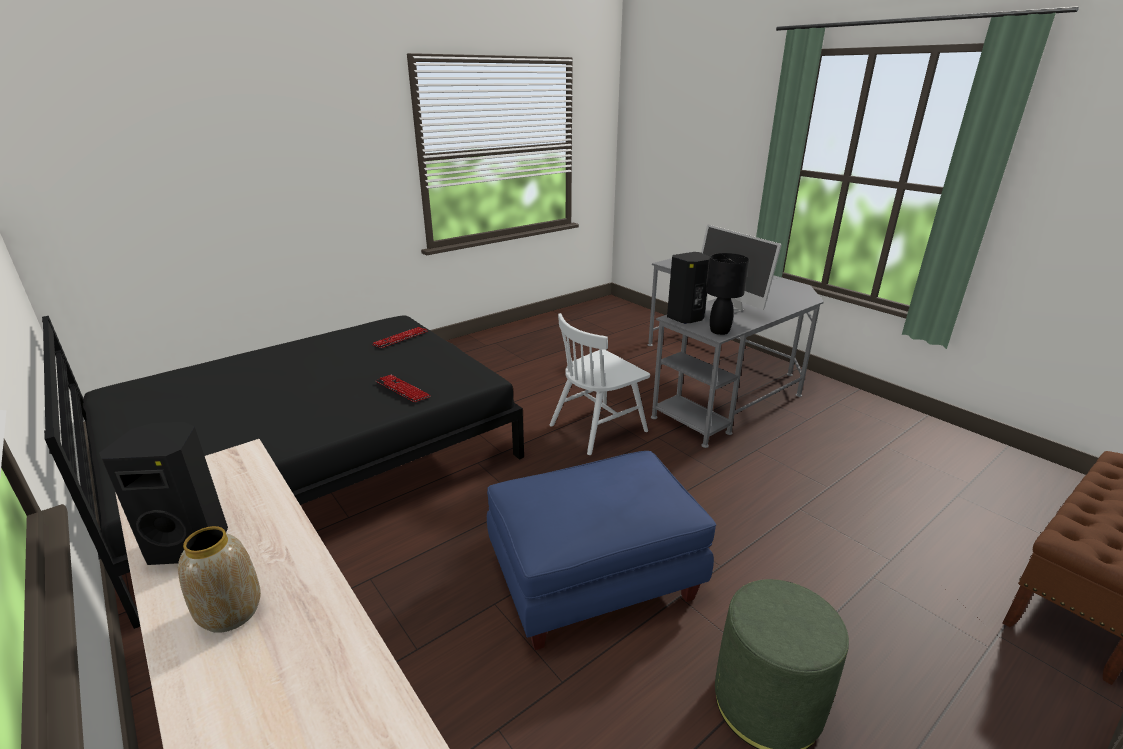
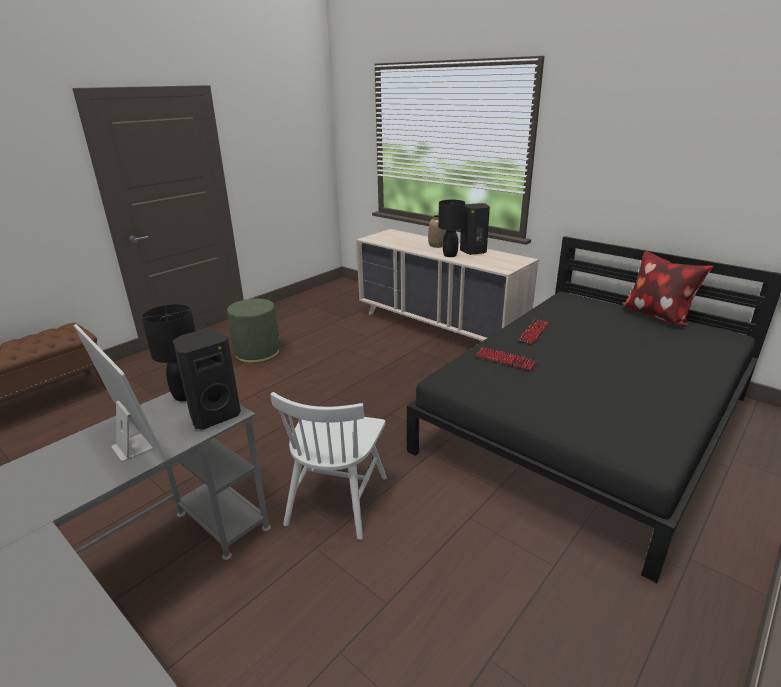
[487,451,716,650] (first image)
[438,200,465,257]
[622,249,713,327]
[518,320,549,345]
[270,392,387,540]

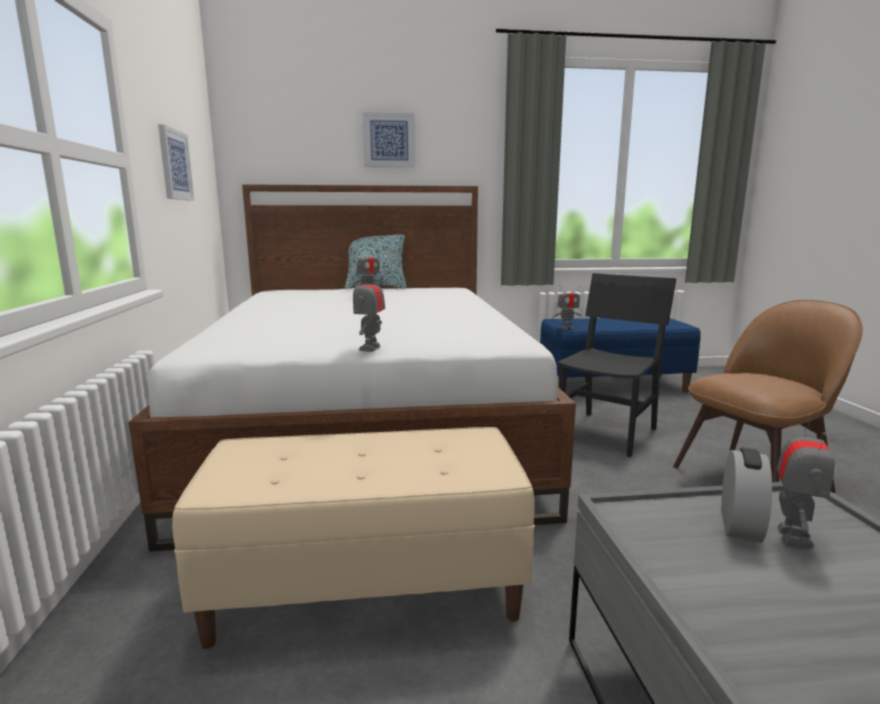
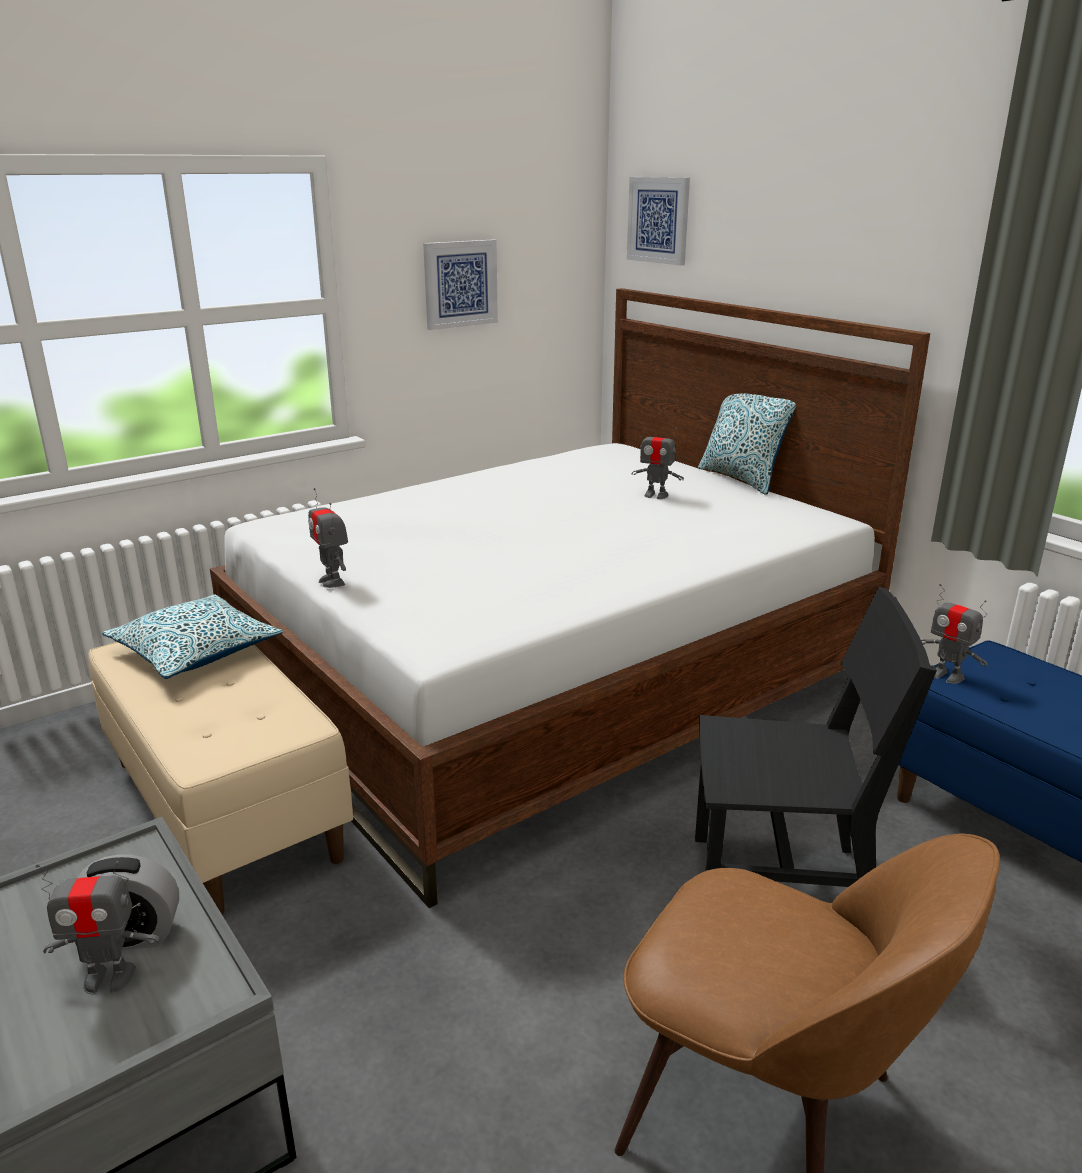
[102,594,283,679]
[627,177,690,266]
[308,488,348,588]

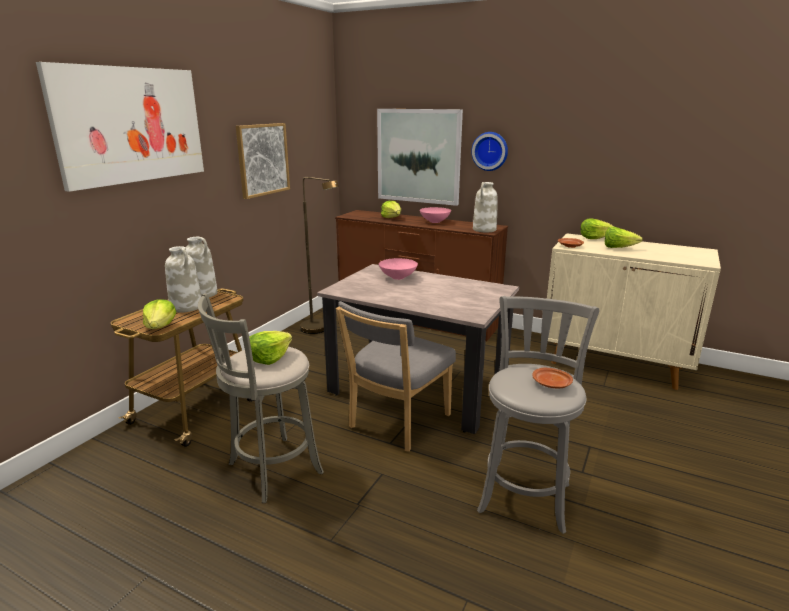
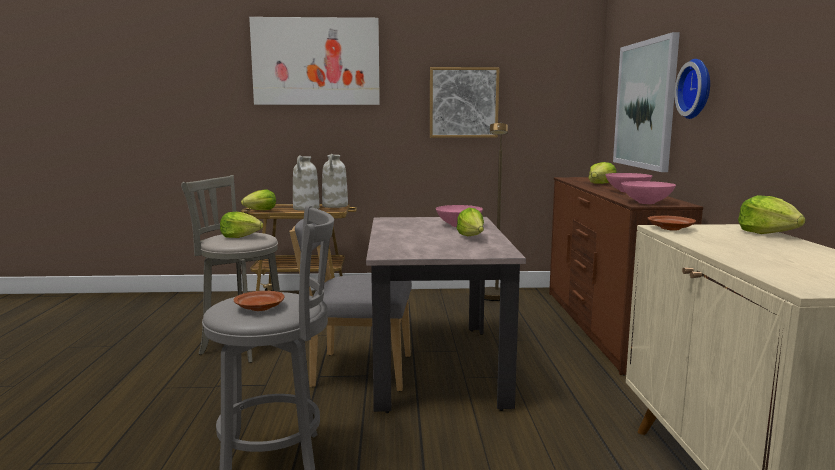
[457,208,484,236]
[621,181,676,204]

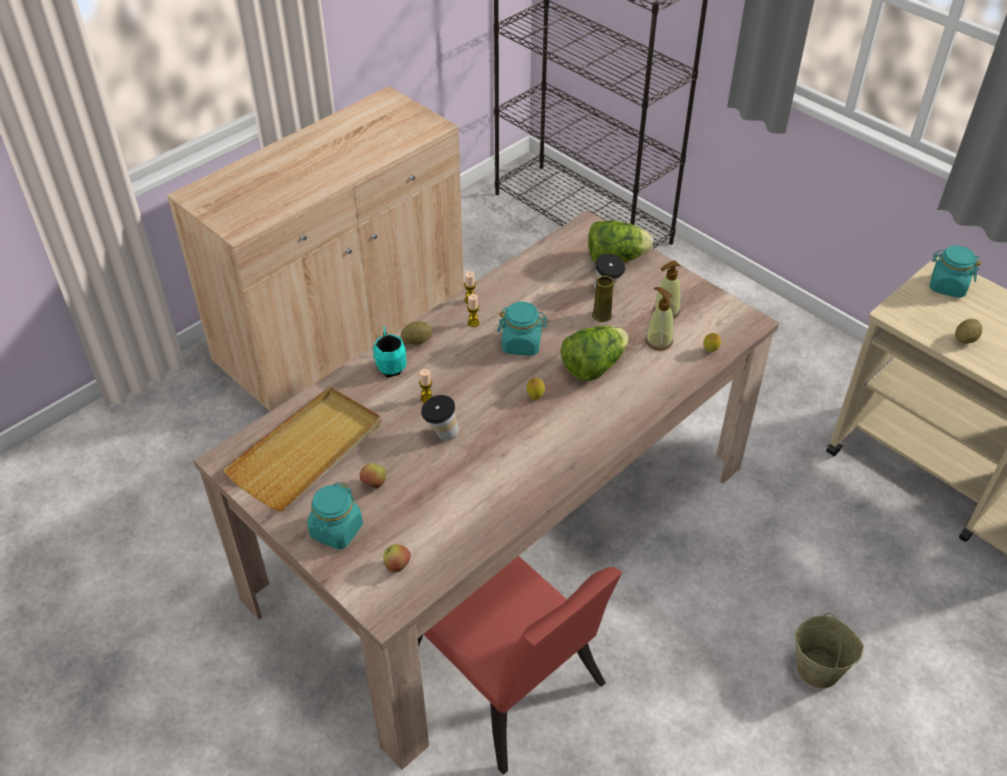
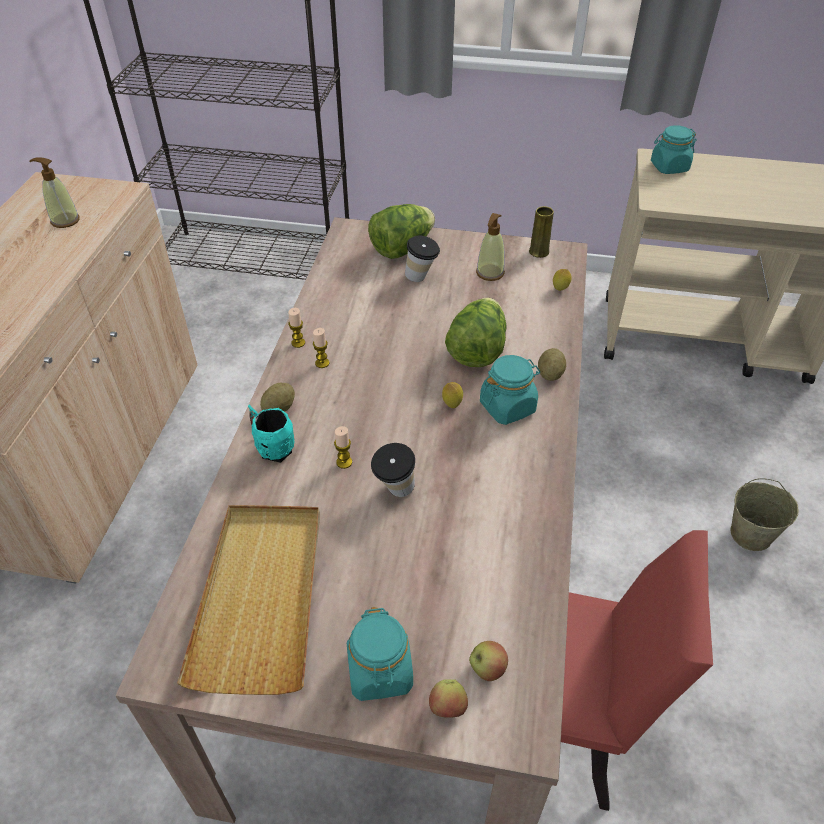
[429,679,468,718]
[480,355,540,425]
[529,206,554,258]
[30,157,80,228]
[538,348,566,381]

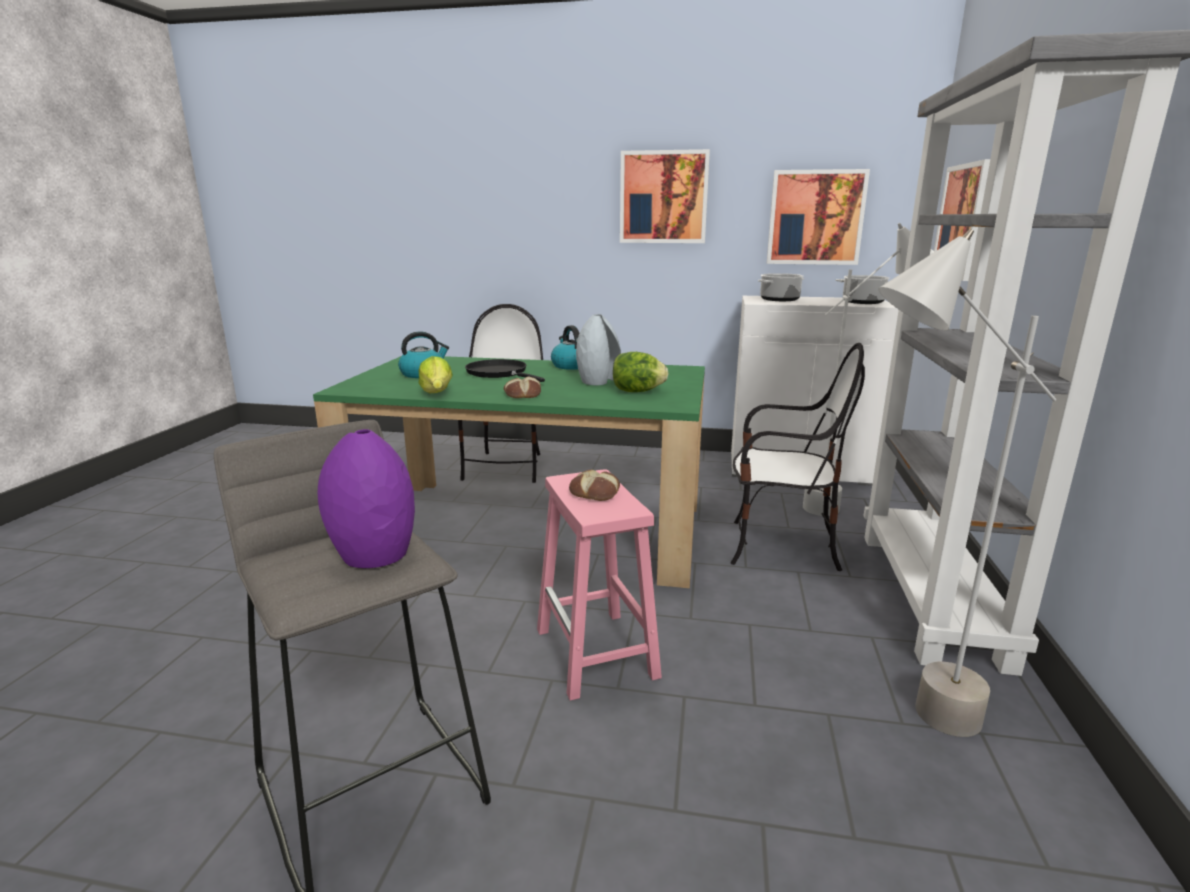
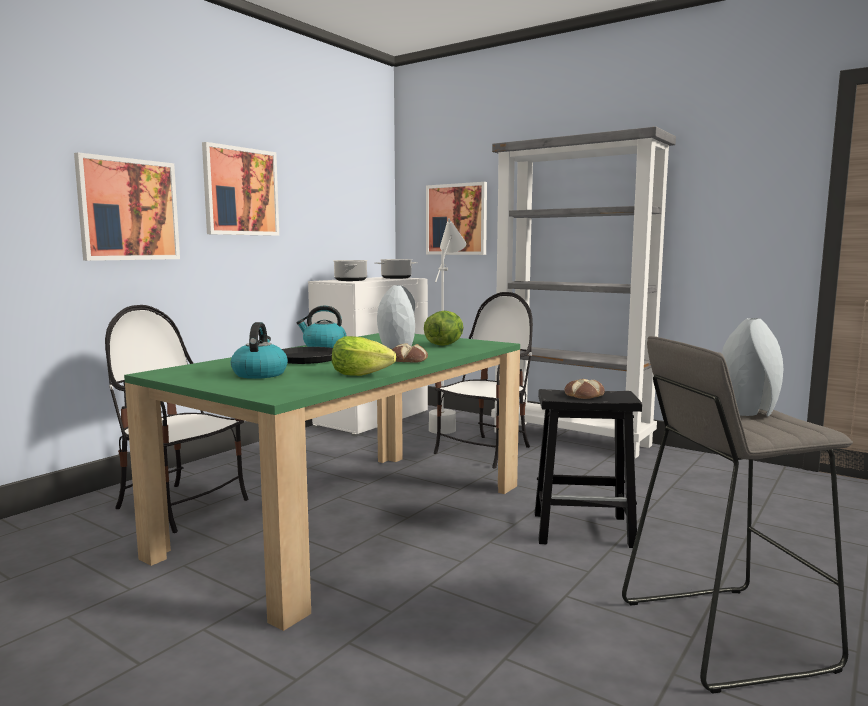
[879,229,1056,737] (first image)
[74,152,180,261]
[722,318,783,416]
[535,389,642,548]

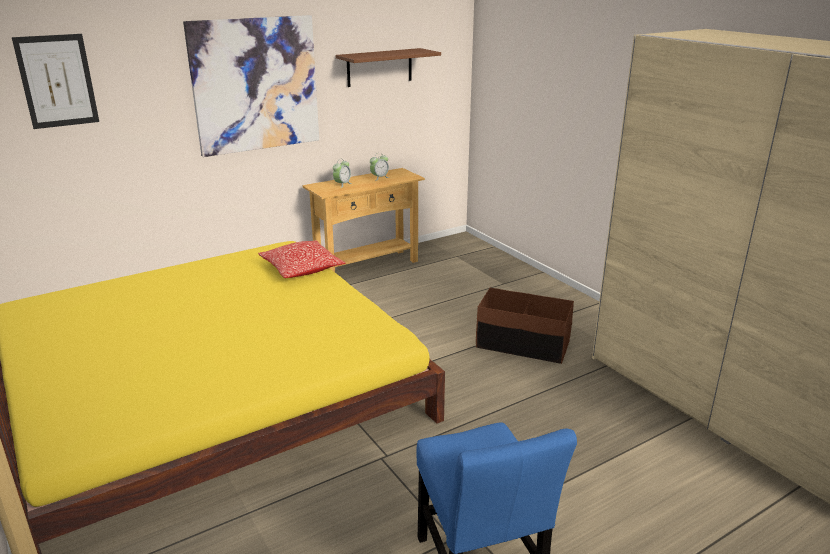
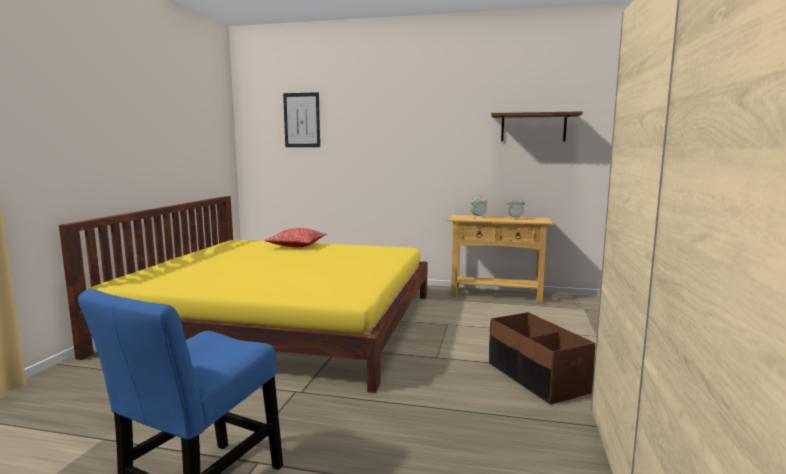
[183,15,319,157] (first image)
[265,228,327,247]

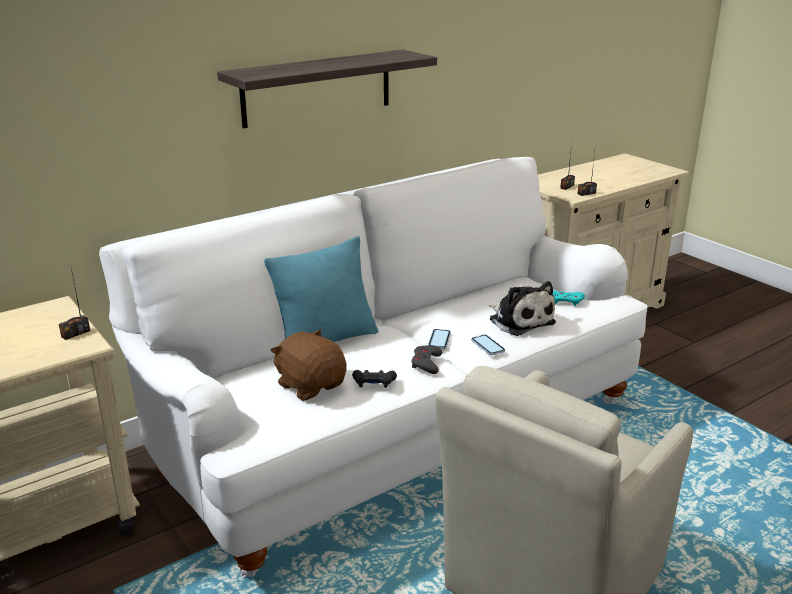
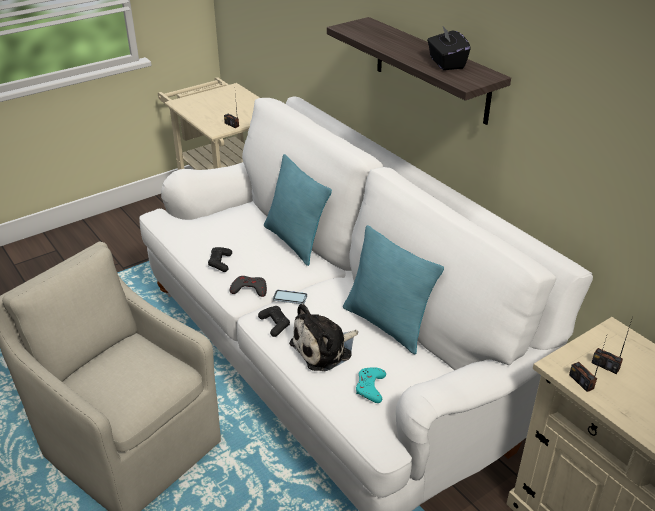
[270,329,347,401] (first image)
[343,225,444,354]
[427,26,471,70]
[258,306,290,337]

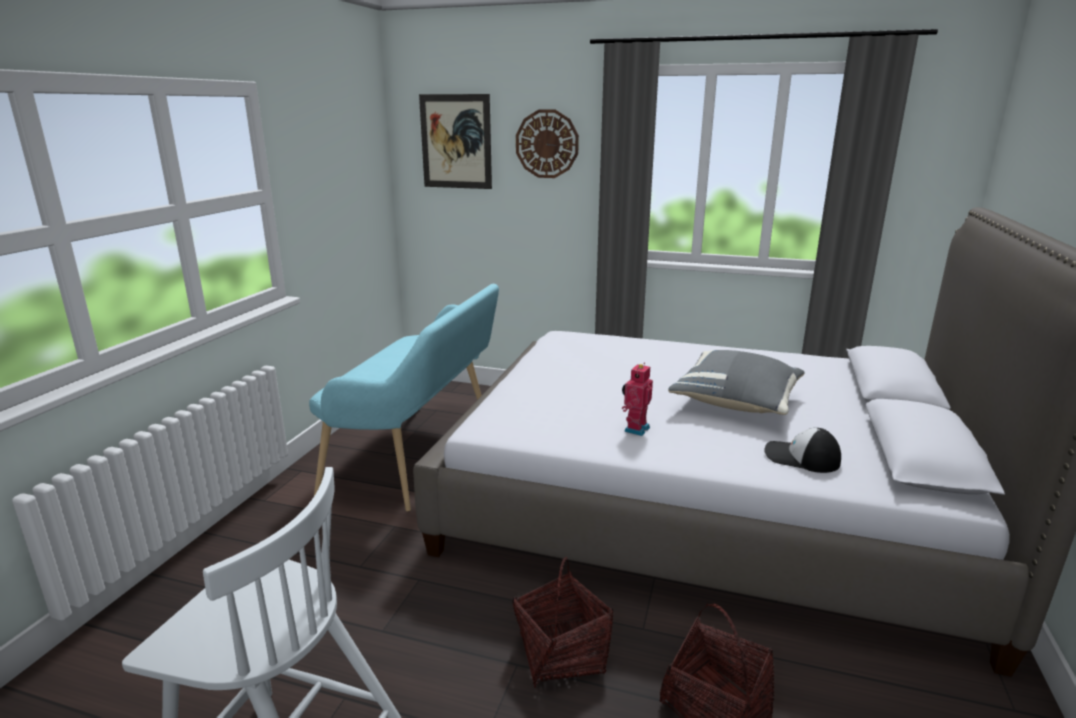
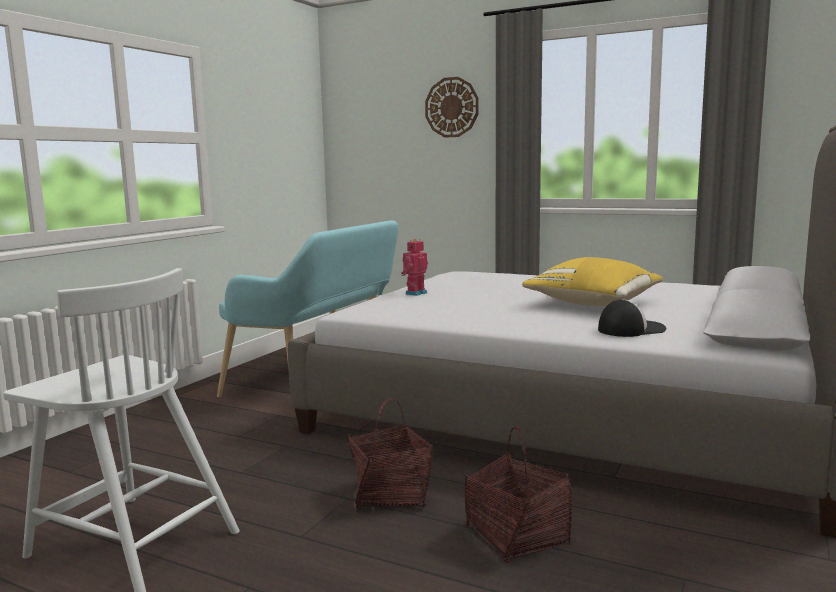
[419,94,492,189] (first image)
[401,239,428,296]
[522,257,663,306]
[598,299,666,337]

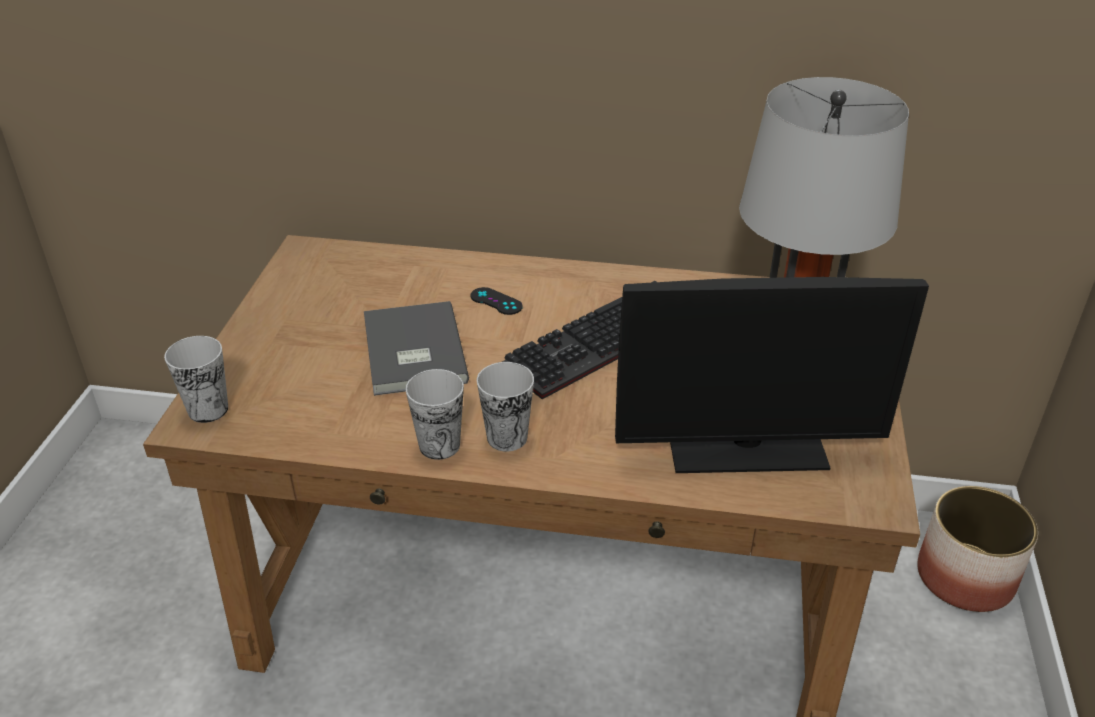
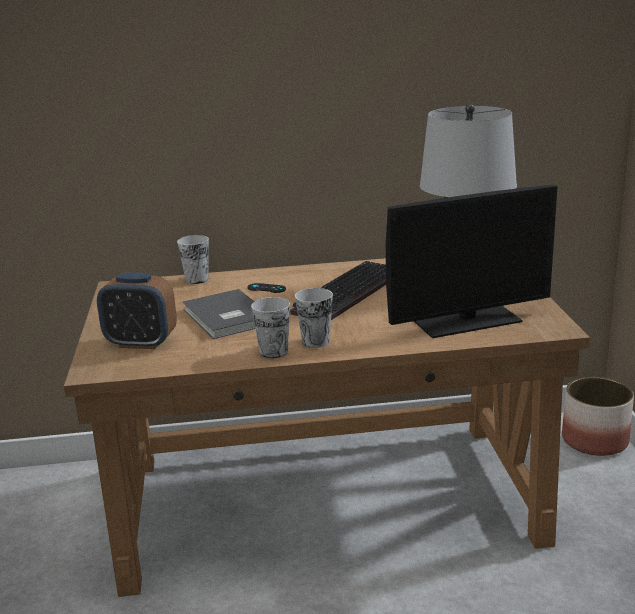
[97,272,177,349]
[177,235,209,284]

